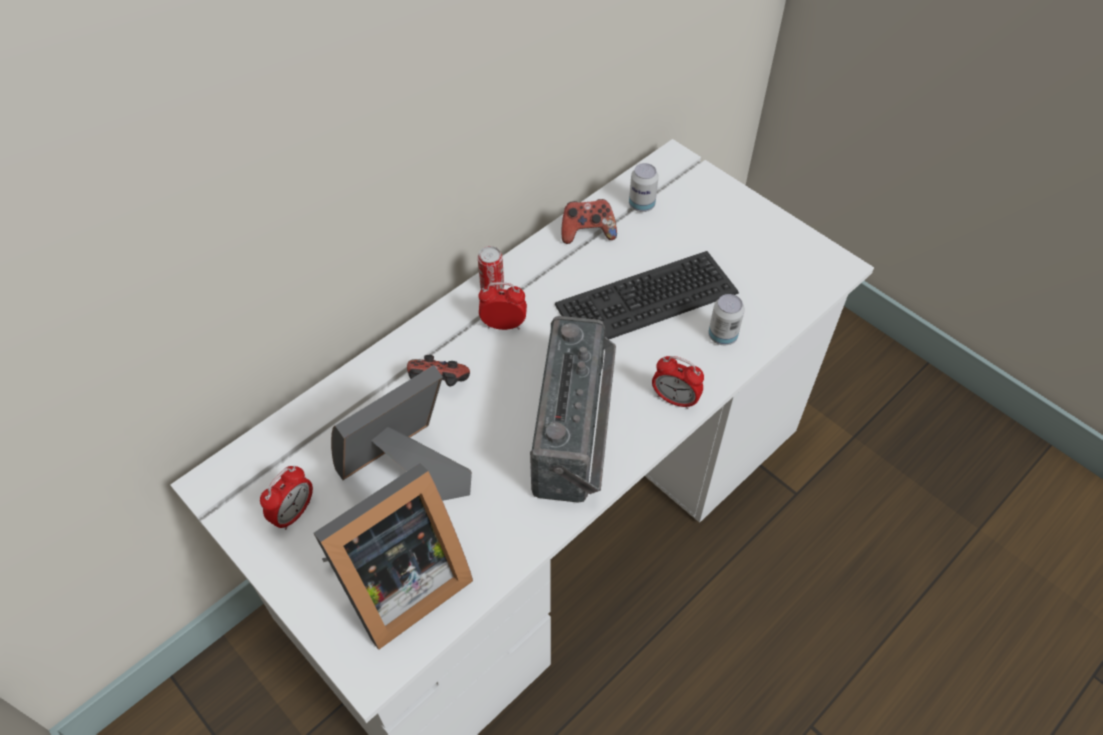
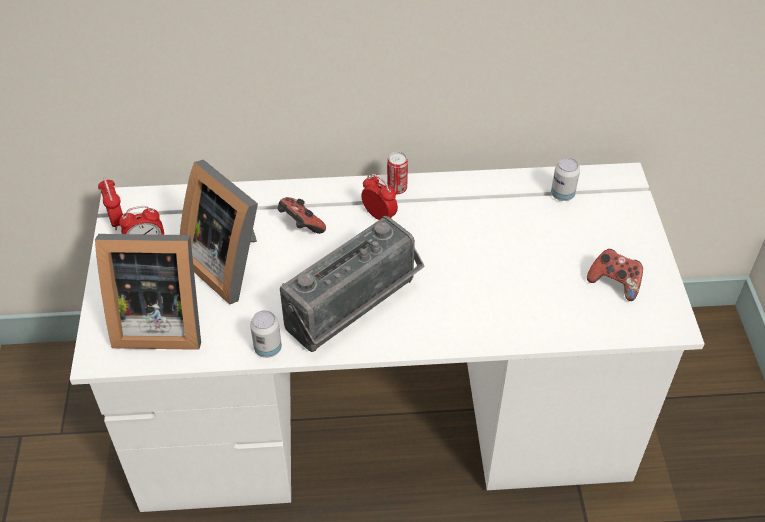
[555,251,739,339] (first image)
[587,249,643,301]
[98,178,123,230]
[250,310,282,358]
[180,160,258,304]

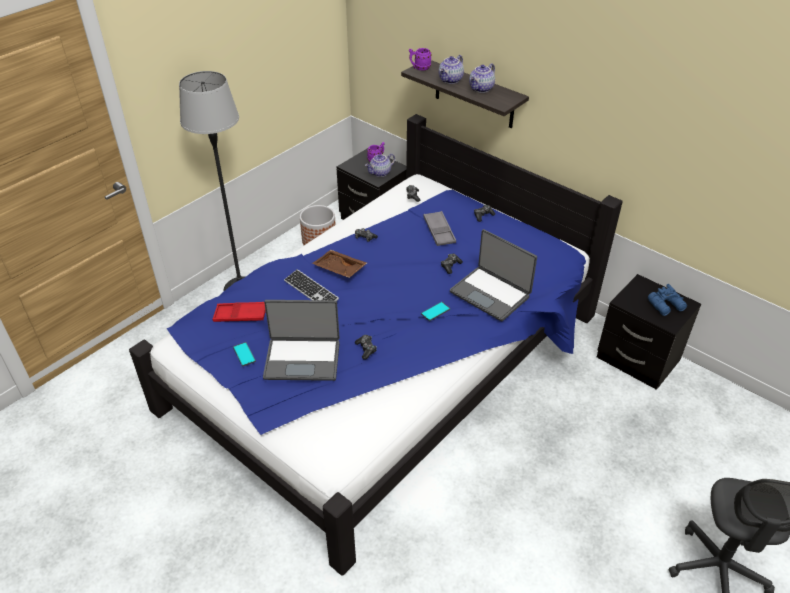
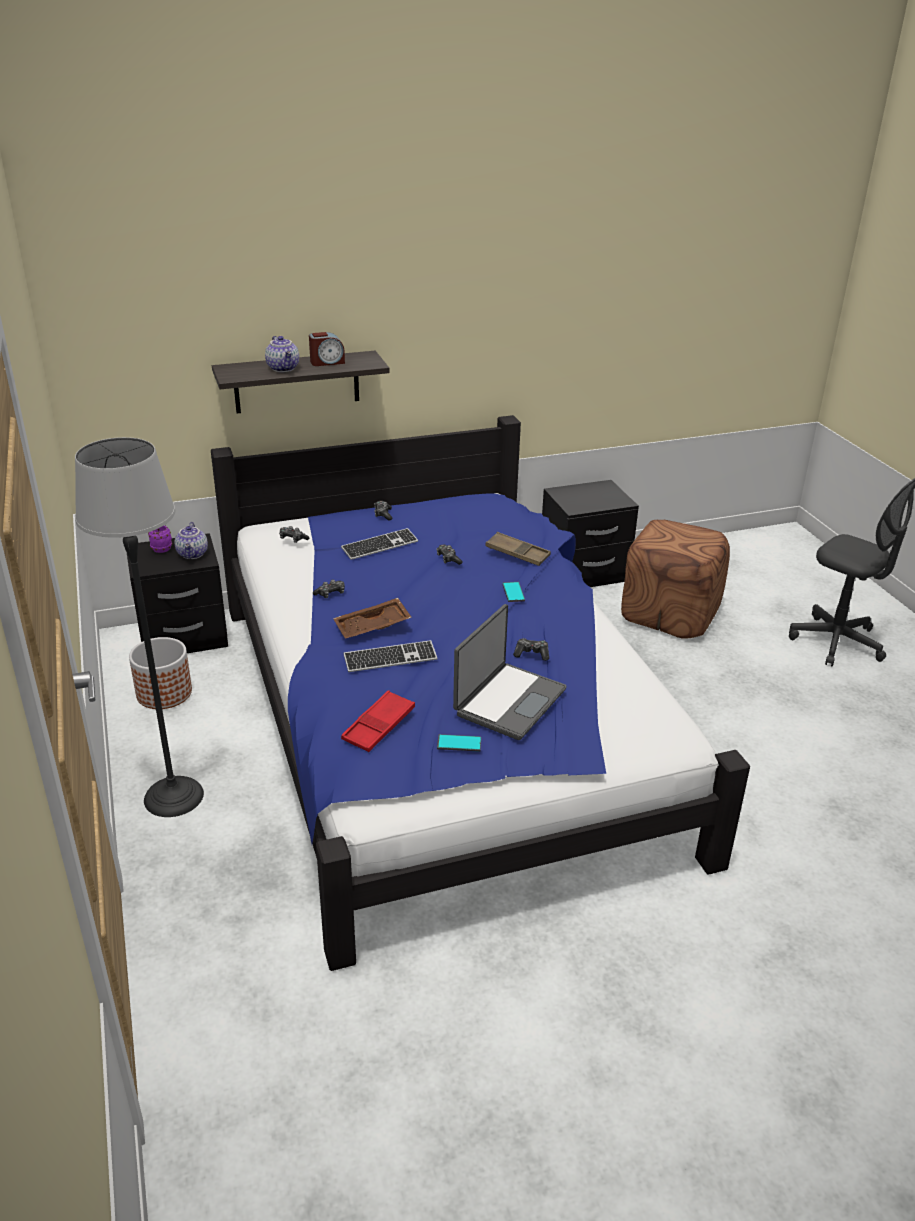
[409,48,432,71] (first image)
[648,284,687,316] (first image)
[621,520,730,639]
[341,528,418,560]
[485,532,551,566]
[309,332,345,366]

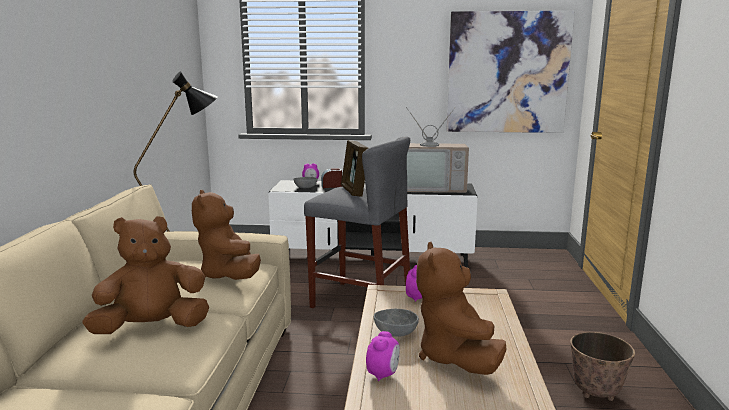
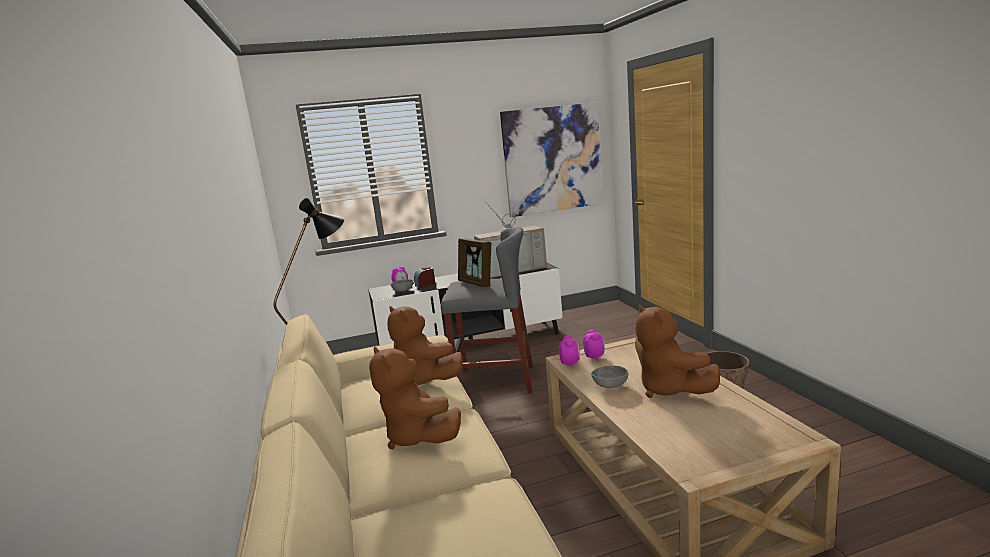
[559,336,580,367]
[369,346,461,449]

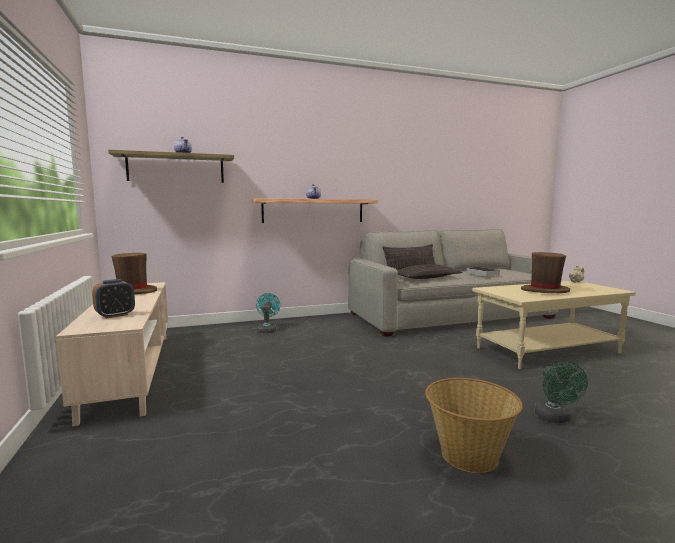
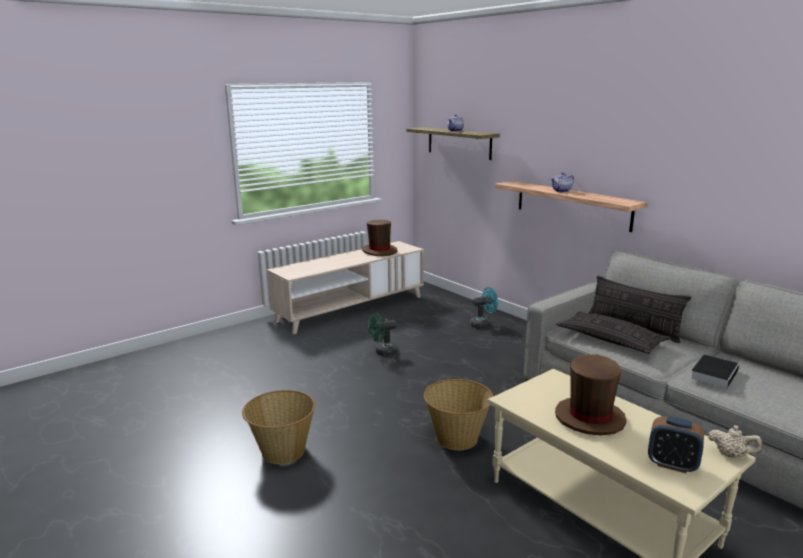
[424,379,493,451]
[648,416,704,473]
[368,313,398,356]

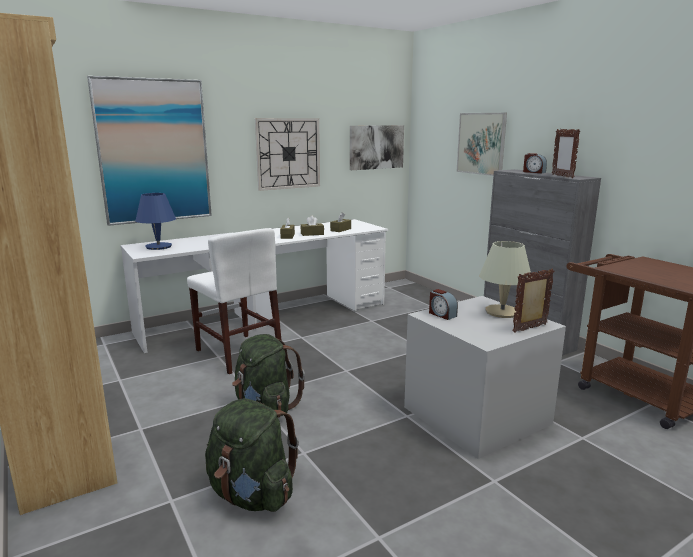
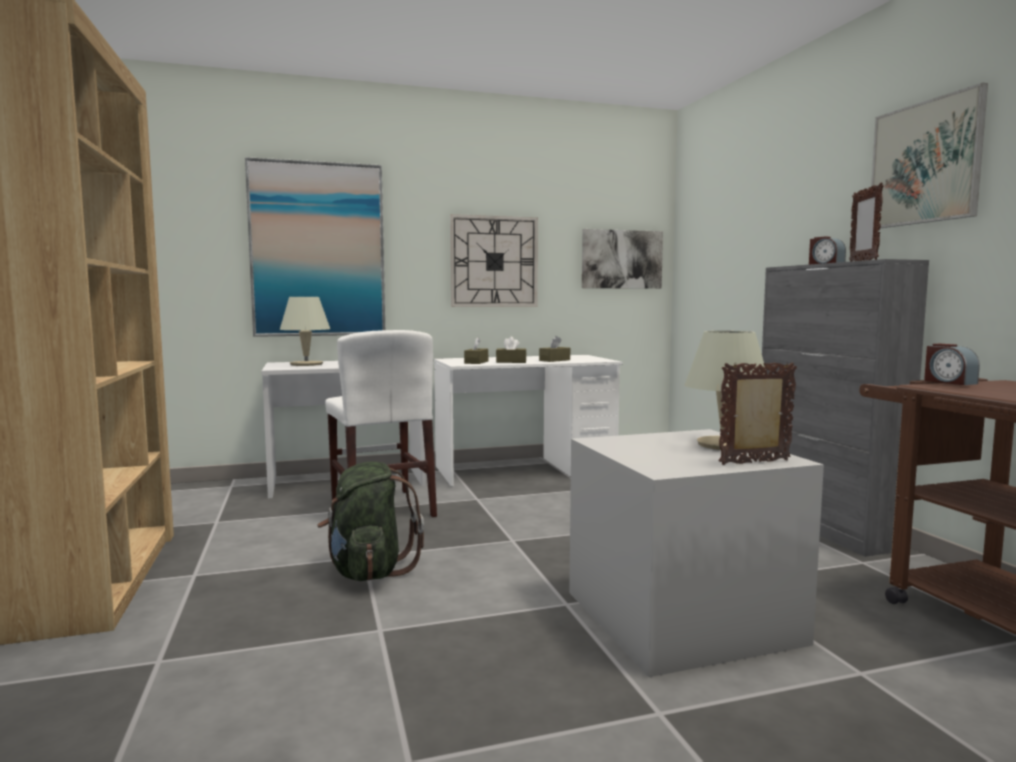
[205,399,299,512] (first image)
[924,344,980,385]
[871,83,988,228]
[280,297,330,366]

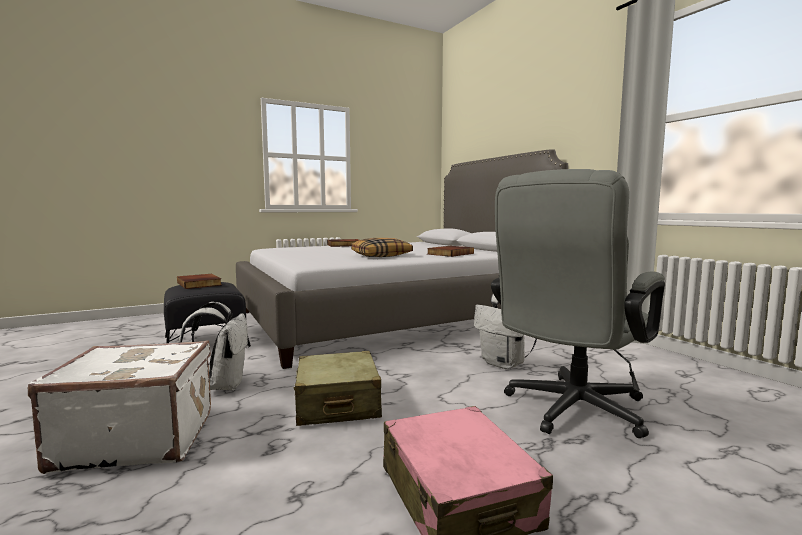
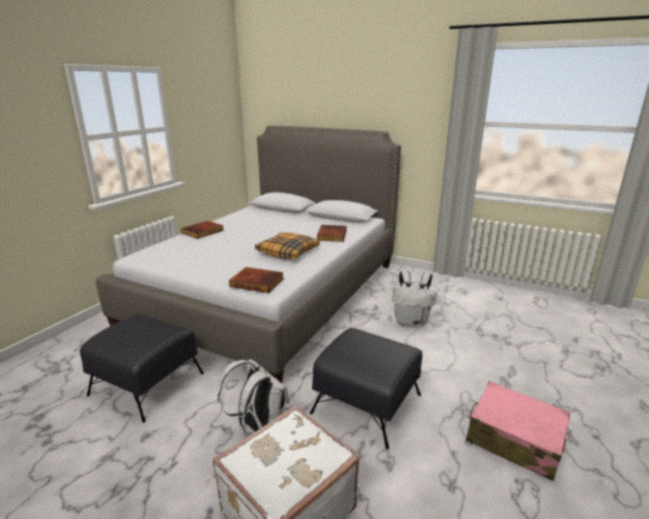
[491,169,665,438] (first image)
[229,267,284,293]
[310,328,422,449]

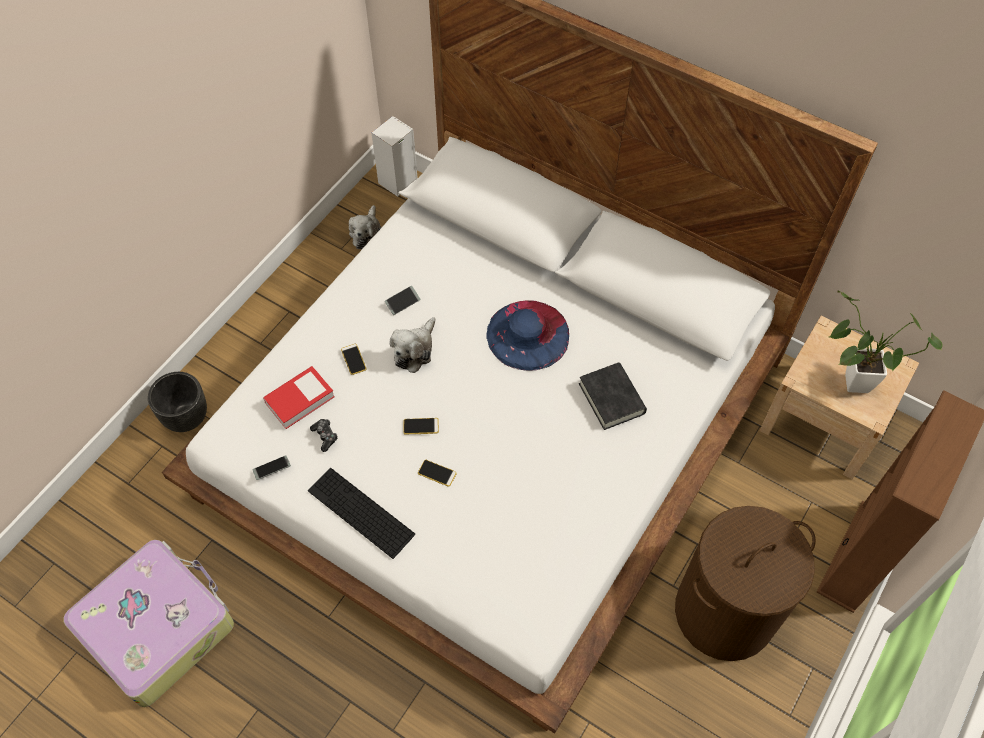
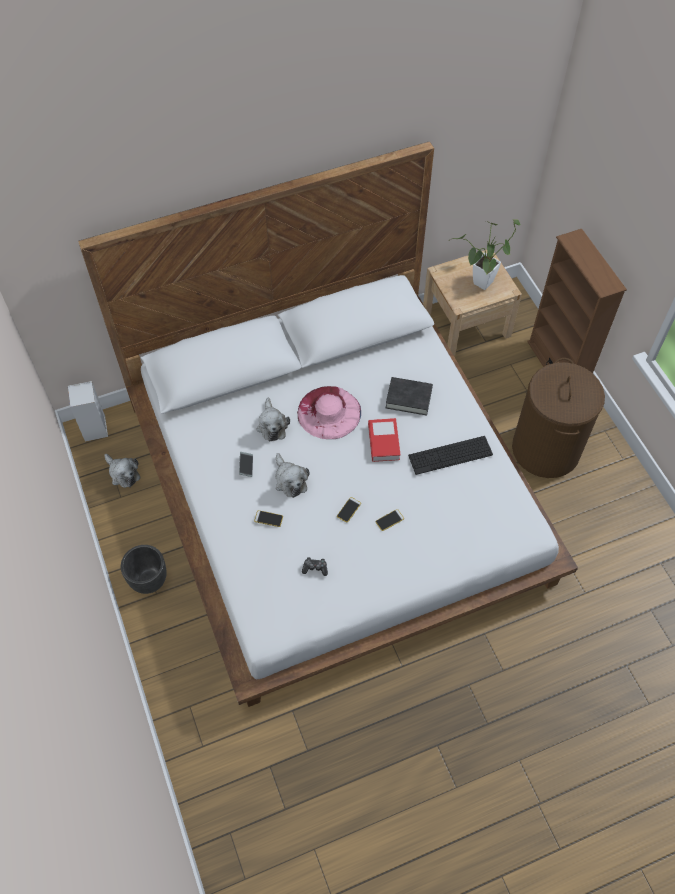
[63,540,234,707] (first image)
[253,456,291,480] (first image)
[257,398,290,441]
[121,545,166,594]
[368,418,400,462]
[408,436,493,475]
[297,386,361,439]

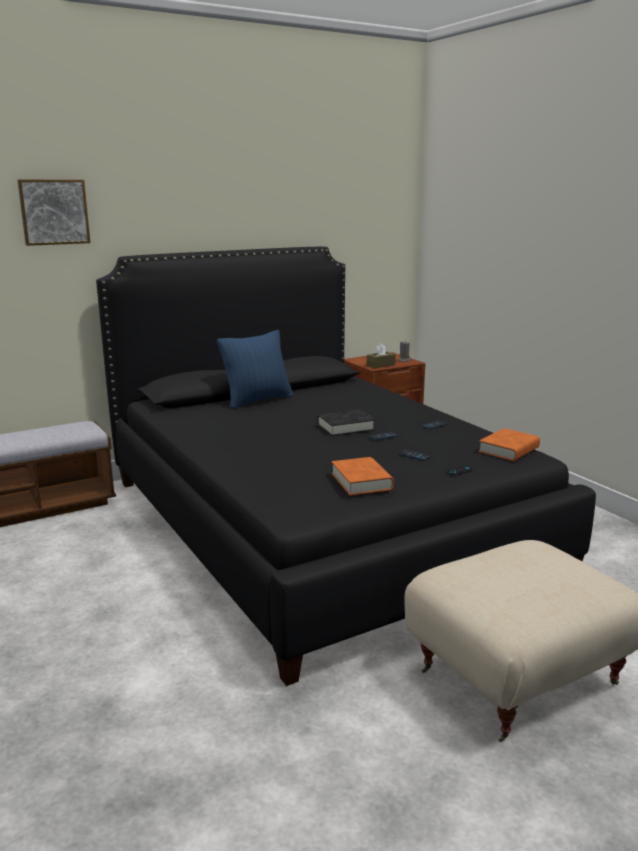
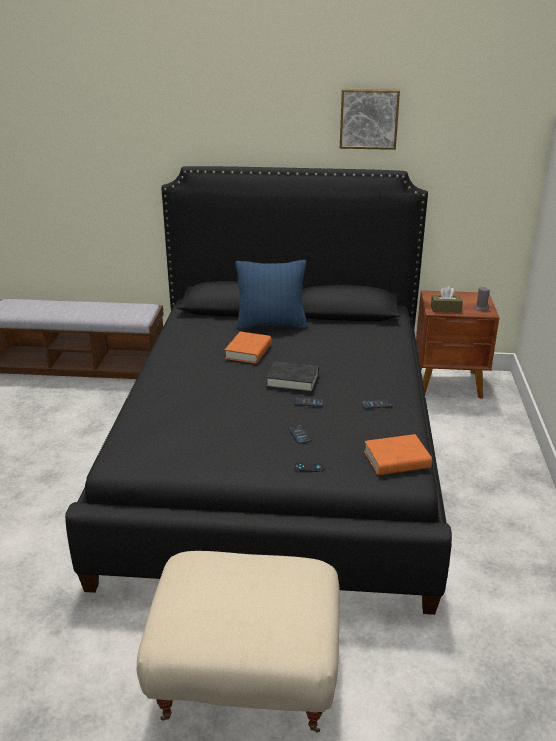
[340,89,400,150]
[225,331,272,364]

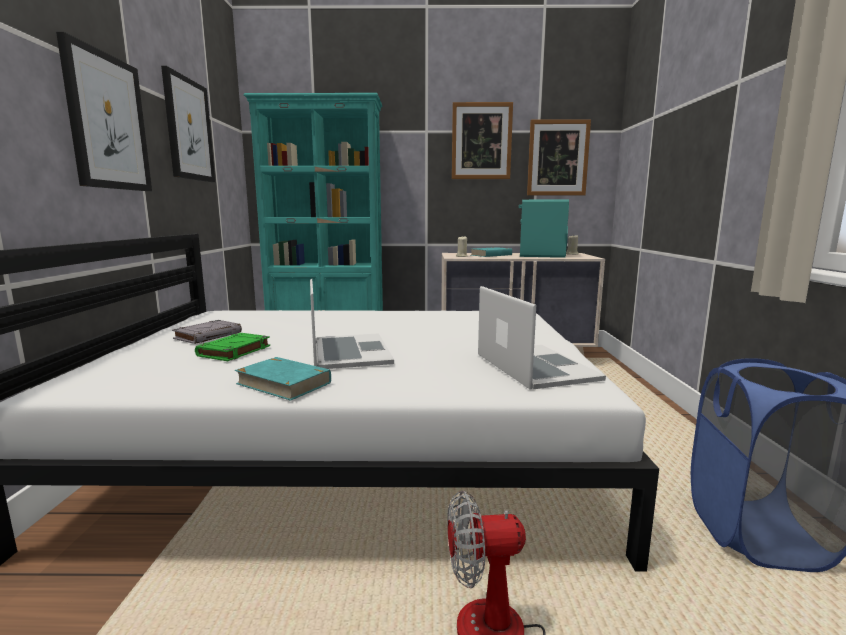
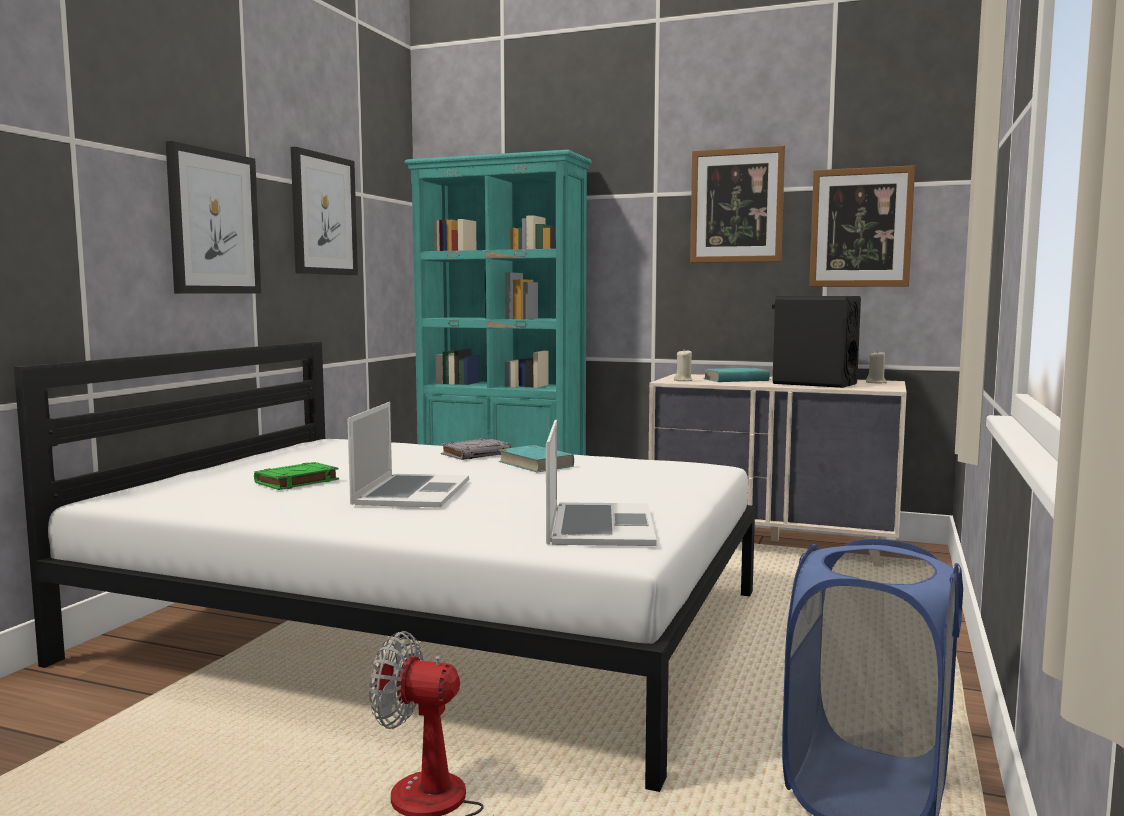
[441,438,511,460]
[498,445,574,472]
[772,296,861,388]

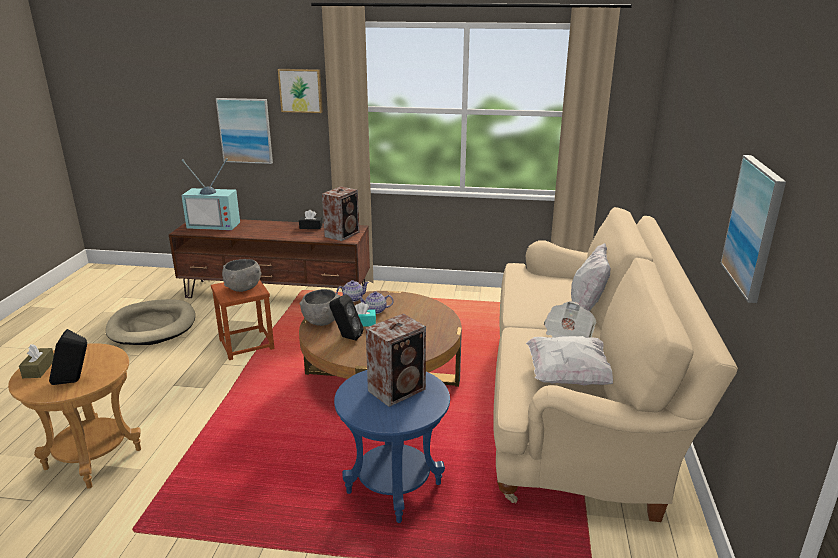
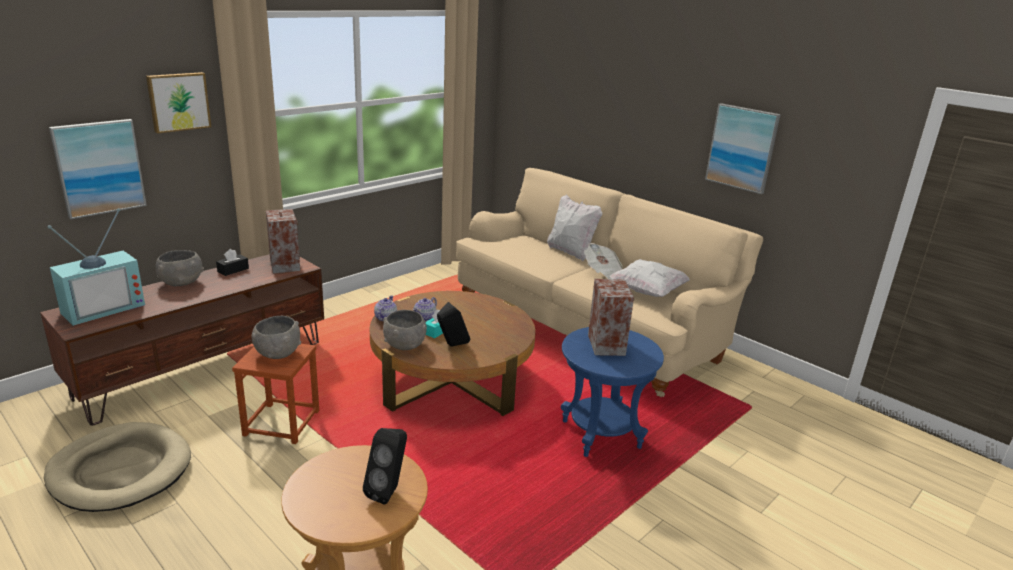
[19,344,54,378] (first image)
[156,250,204,286]

